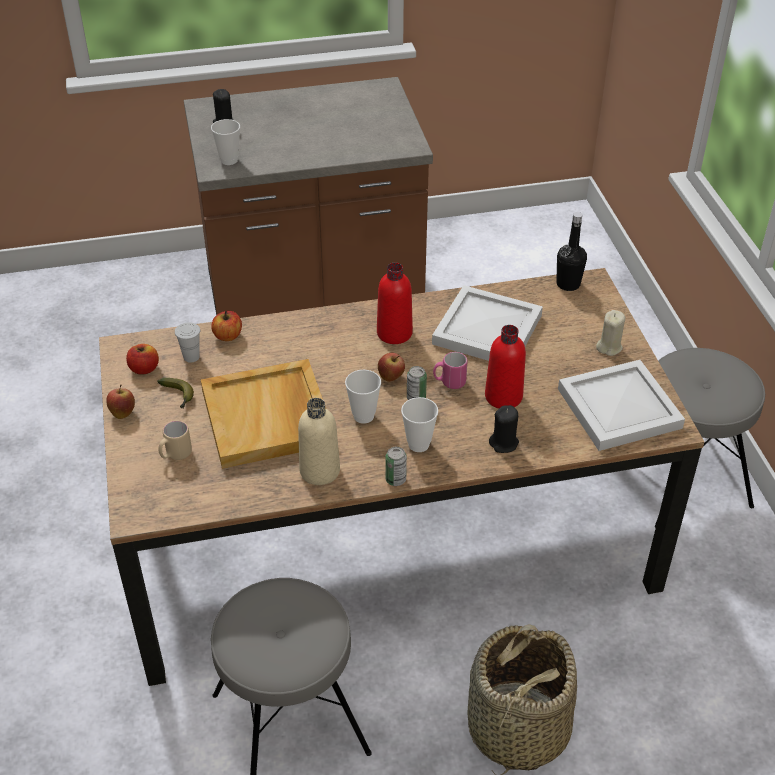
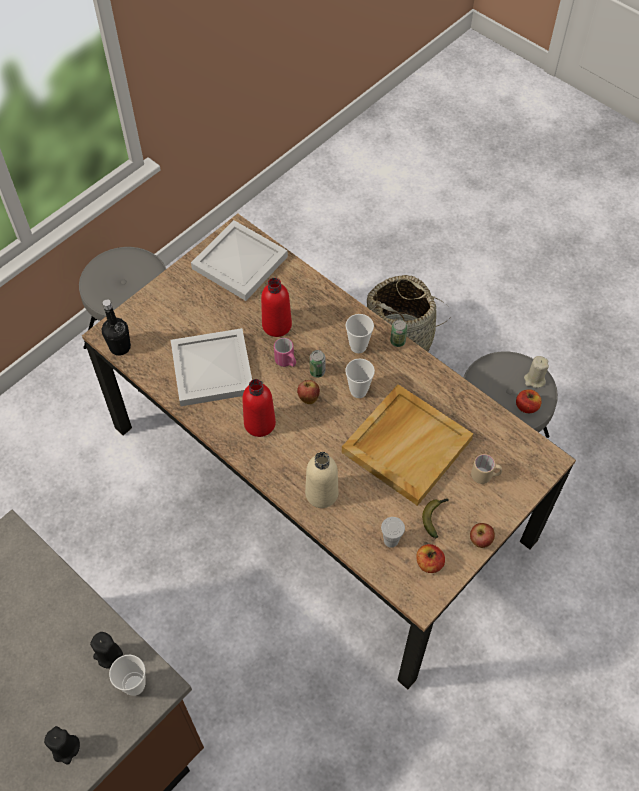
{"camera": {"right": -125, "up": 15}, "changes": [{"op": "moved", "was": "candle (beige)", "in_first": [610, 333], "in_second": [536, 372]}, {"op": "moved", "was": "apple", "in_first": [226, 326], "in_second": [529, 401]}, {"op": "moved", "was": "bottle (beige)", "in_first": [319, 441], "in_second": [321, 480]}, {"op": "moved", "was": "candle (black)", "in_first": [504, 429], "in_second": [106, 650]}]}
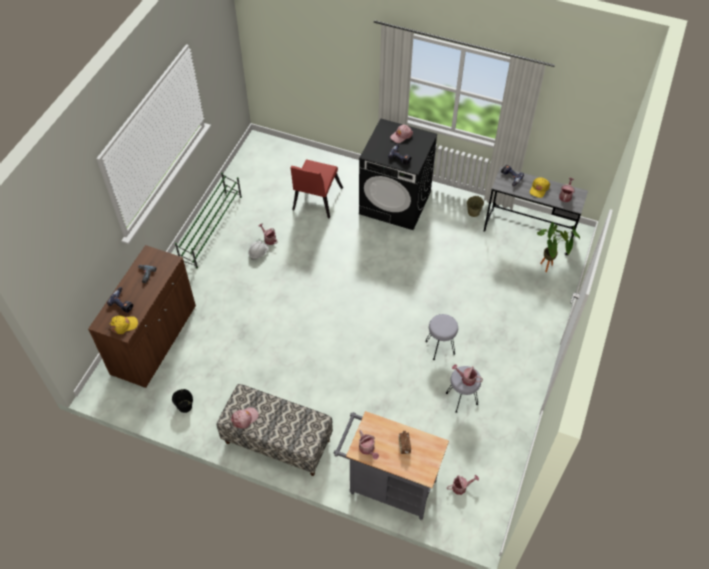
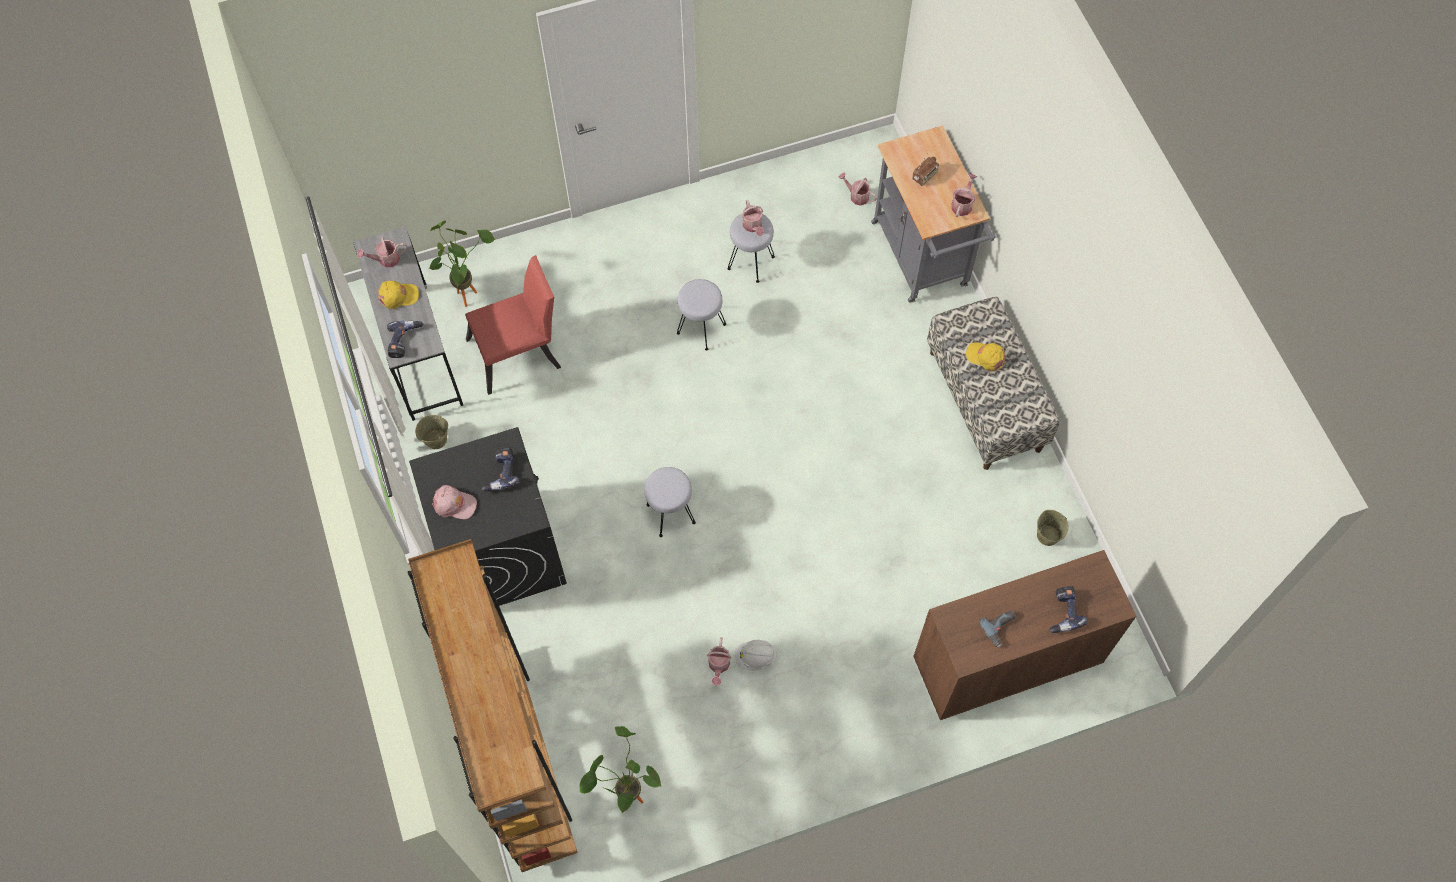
{"camera": {"right": -130, "up": 10}, "changes": [{"op": "moved", "was": "chair (red)", "in_first": [316, 188], "in_second": [513, 325]}, {"op": "removed", "was": "shoe rack (green)", "in_first": [208, 220]}, {"op": "moved", "was": "cap (yellow)", "in_first": [124, 325], "in_second": [986, 357]}, {"op": "recoloured", "was": "bucket (black)", "now": "bucket (beige)", "in_first": [182, 401], "in_second": [1053, 528]}, {"op": "removed", "was": "cap (pink)", "in_first": [245, 418]}, {"op": "added", "now": "stool (grey)", "in_second": [670, 502]}, {"op": "added", "now": "bookcase (brown)", "in_second": [493, 705]}, {"op": "added", "now": "potted plant", "in_second": [620, 769]}]}
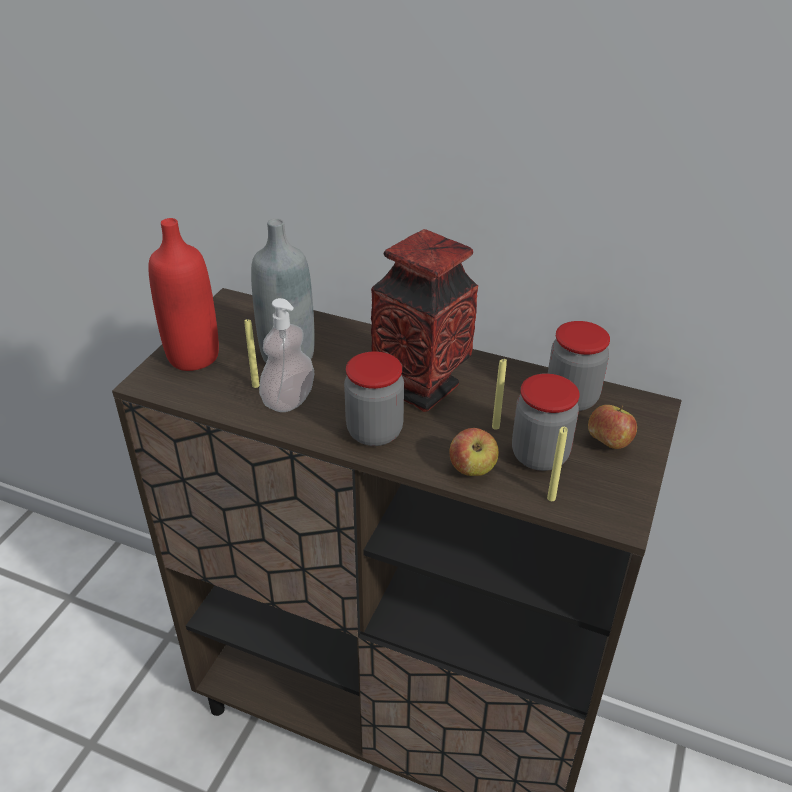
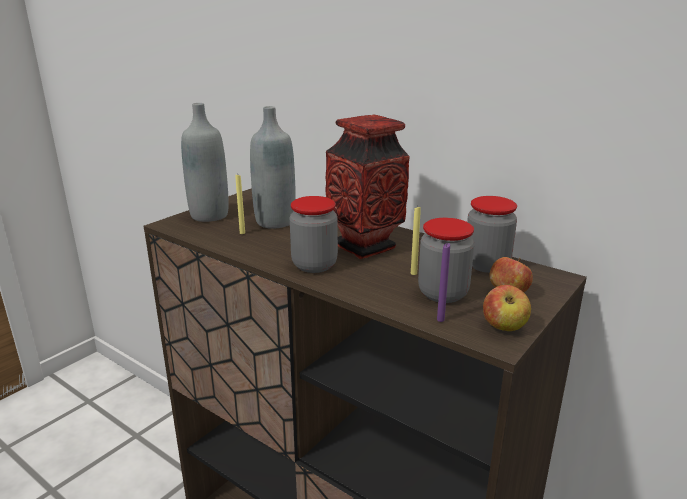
{"camera": {"right": 15, "up": -15}, "changes": [{"op": "recoloured", "was": "bottle (red)", "now": "bottle (grey)", "in_first": [183, 294], "in_second": [205, 162]}, {"op": "removed", "was": "soap dispenser", "in_first": [287, 355]}, {"op": "recoloured", "was": "candle (yellow)", "now": "candle (purple)", "in_first": [557, 464], "in_second": [443, 282]}, {"op": "moved", "was": "apple", "in_first": [474, 452], "in_second": [507, 308]}]}
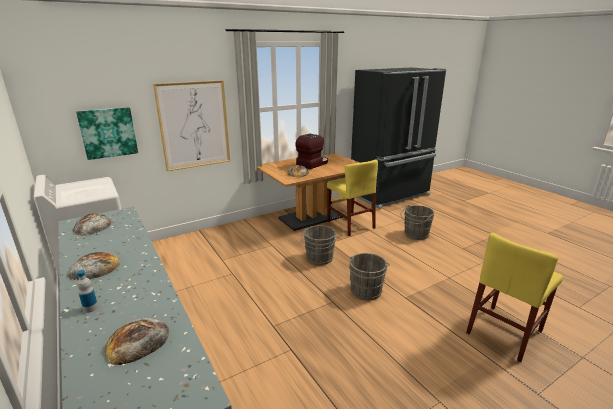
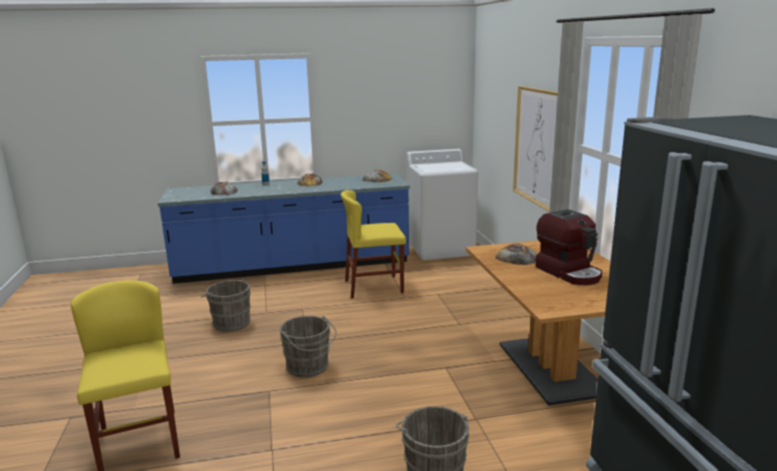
{"camera": {"right": 110, "up": -5}, "changes": [{"op": "removed", "was": "picture", "in_first": [107, 133]}, {"op": "moved", "was": "chair (yellow)", "in_first": [352, 198], "in_second": [373, 244]}, {"op": "moved", "was": "bucket (grey)", "in_first": [319, 245], "in_second": [226, 305]}]}
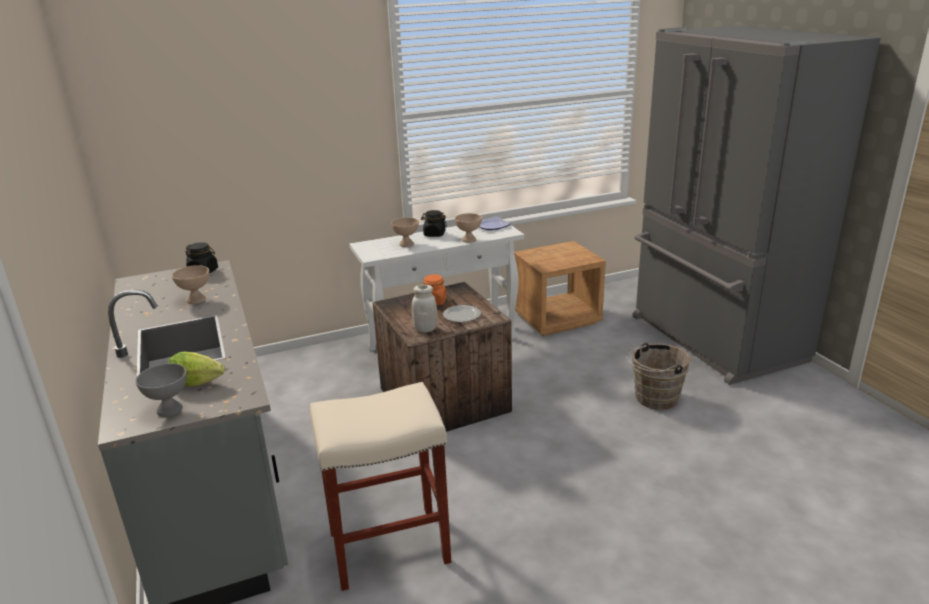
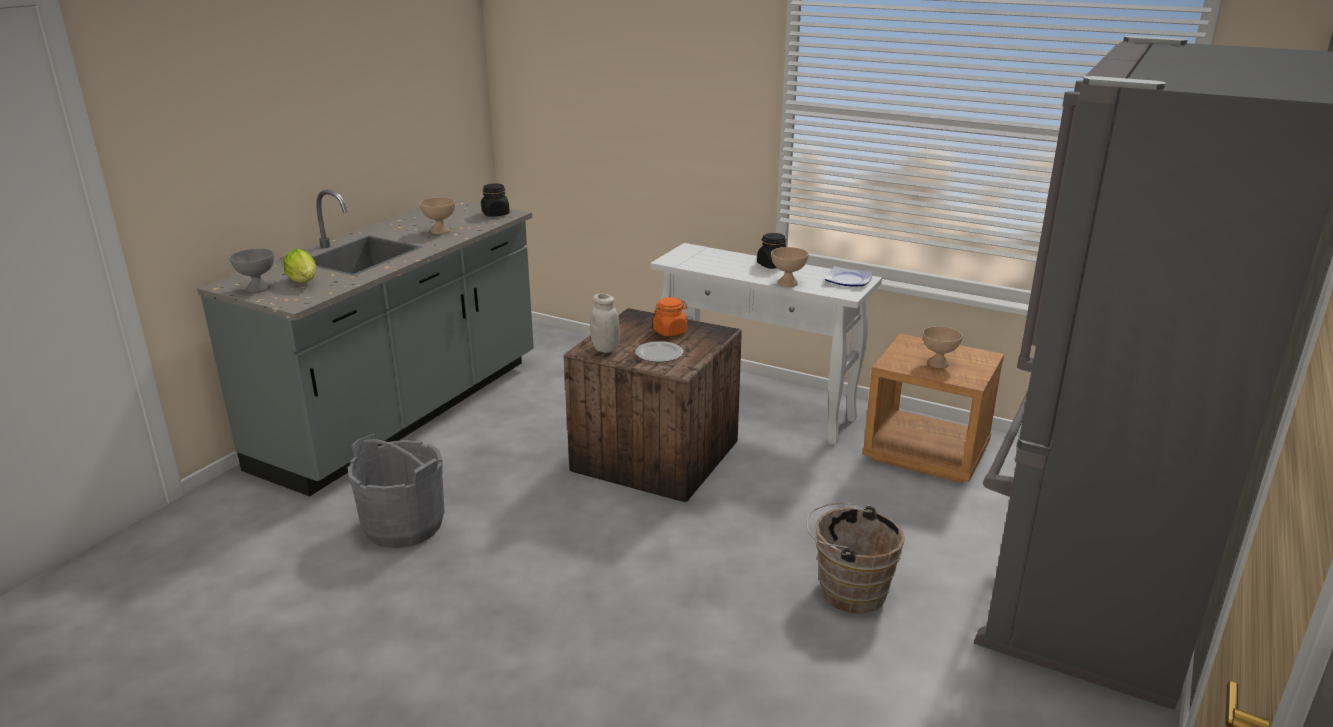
{"camera": {"right": 50, "up": 0}, "changes": [{"op": "moved", "was": "bowl (beige)", "in_first": [405, 232], "in_second": [943, 347]}, {"op": "replaced", "was": "stool (beige)", "now": "bucket (grey)", "in_first": [380, 486], "in_second": [396, 491]}]}
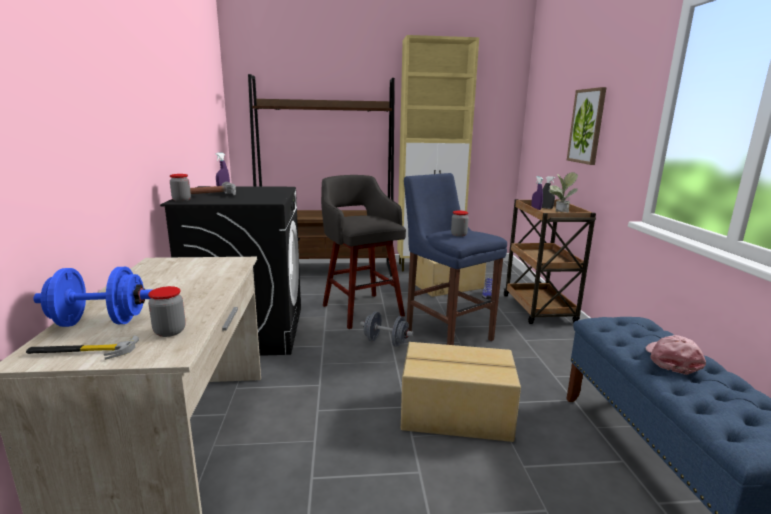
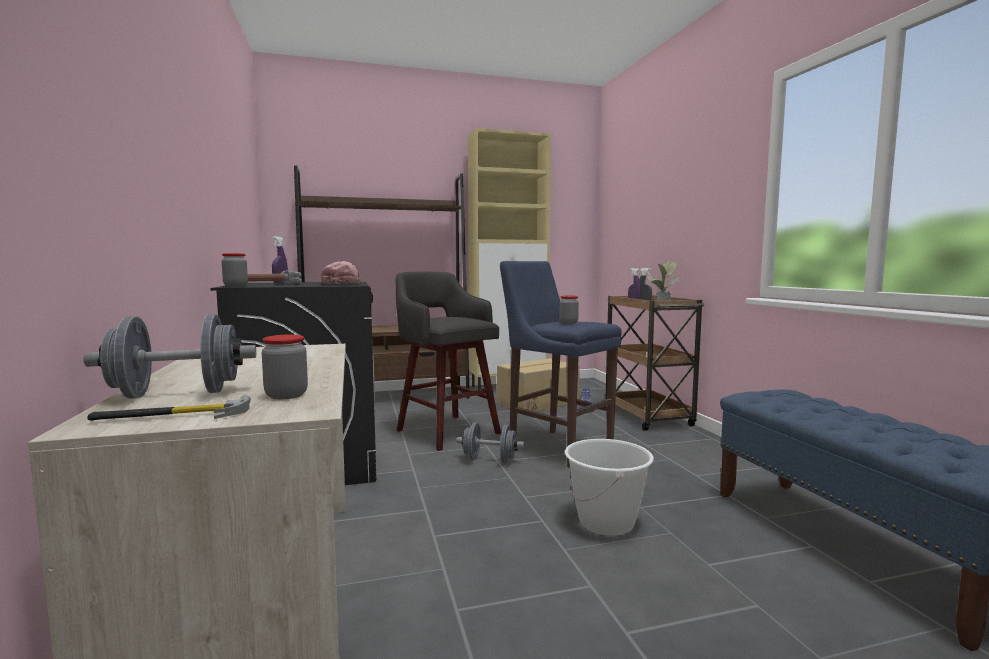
{"camera": {"right": -10, "up": -10}, "changes": [{"op": "removed", "was": "picture", "in_first": [587, 126]}, {"op": "recoloured", "was": "dumbbell (blue)", "now": "dumbbell (grey)", "in_first": [93, 297], "in_second": [170, 356]}, {"op": "moved", "was": "cap (pink)", "in_first": [675, 355], "in_second": [341, 272]}, {"op": "replaced", "was": "cardboard box", "now": "bucket (white)", "in_first": [461, 392], "in_second": [609, 487]}]}
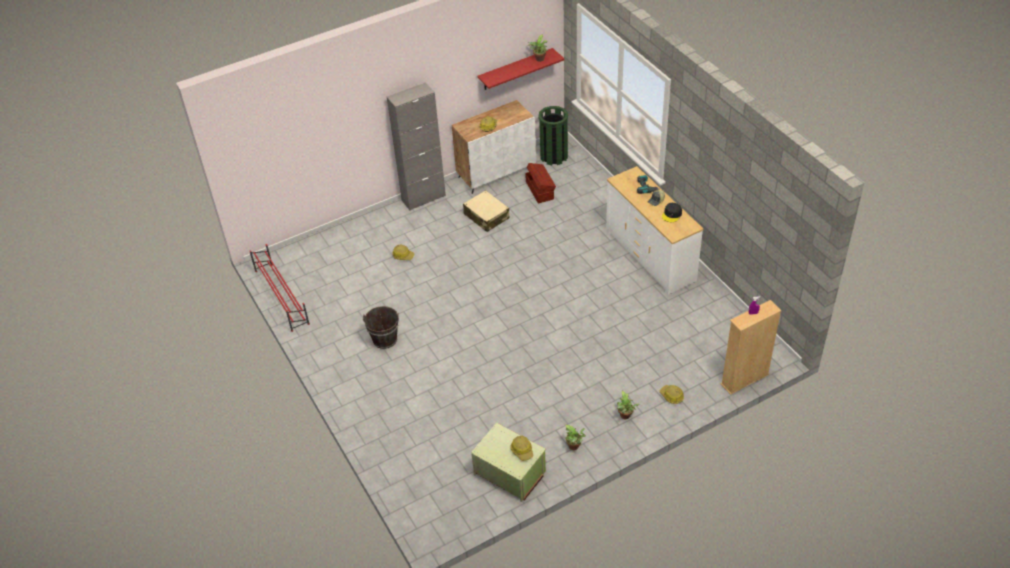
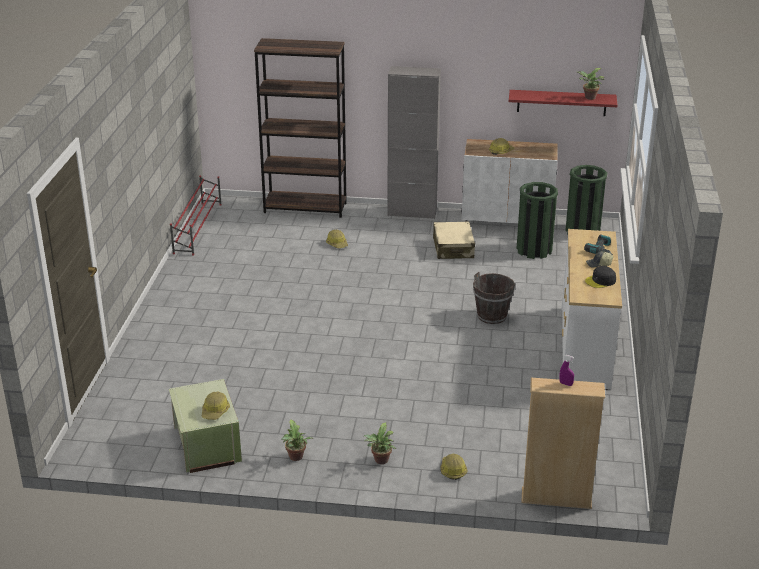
{"camera": {"right": 35, "up": -15}, "changes": [{"op": "replaced", "was": "storage box (brown)", "now": "trash can (green)", "in_first": [540, 183], "in_second": [537, 220]}, {"op": "moved", "was": "bucket (brown)", "in_first": [381, 327], "in_second": [494, 298]}, {"op": "added", "now": "bookcase (brown)", "in_second": [300, 128]}]}
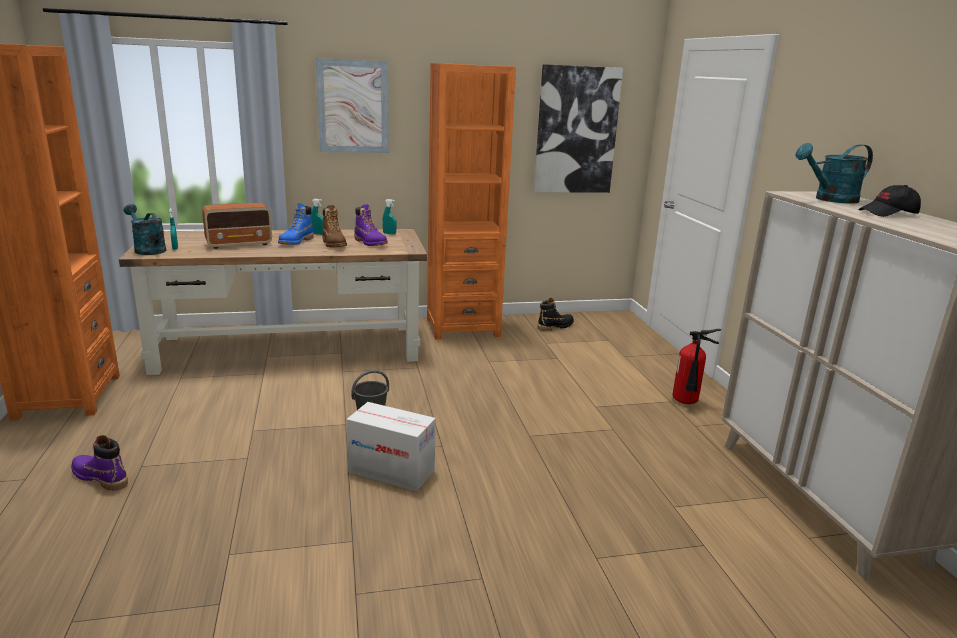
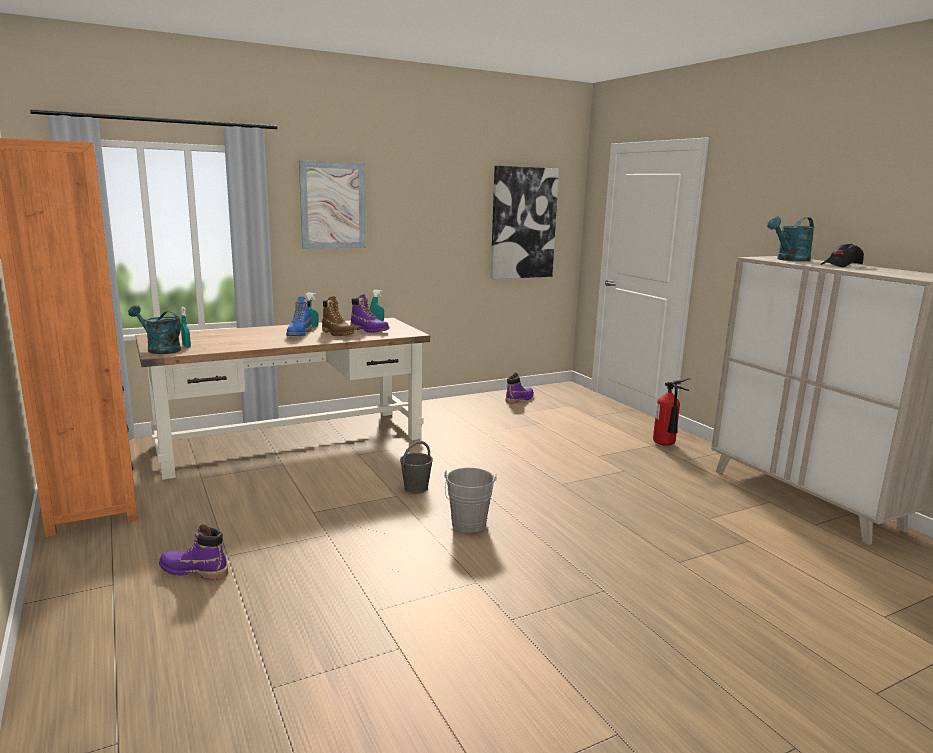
{"camera": {"right": -15, "up": -5}, "changes": [{"op": "removed", "was": "bookcase (orange)", "in_first": [471, 201]}, {"op": "removed", "was": "radio", "in_first": [237, 226]}, {"op": "recoloured", "was": "boot (black)", "now": "boot (purple)", "in_first": [555, 314], "in_second": [520, 388]}, {"op": "replaced", "was": "cardboard box", "now": "bucket (grey)", "in_first": [391, 447], "in_second": [470, 500]}]}
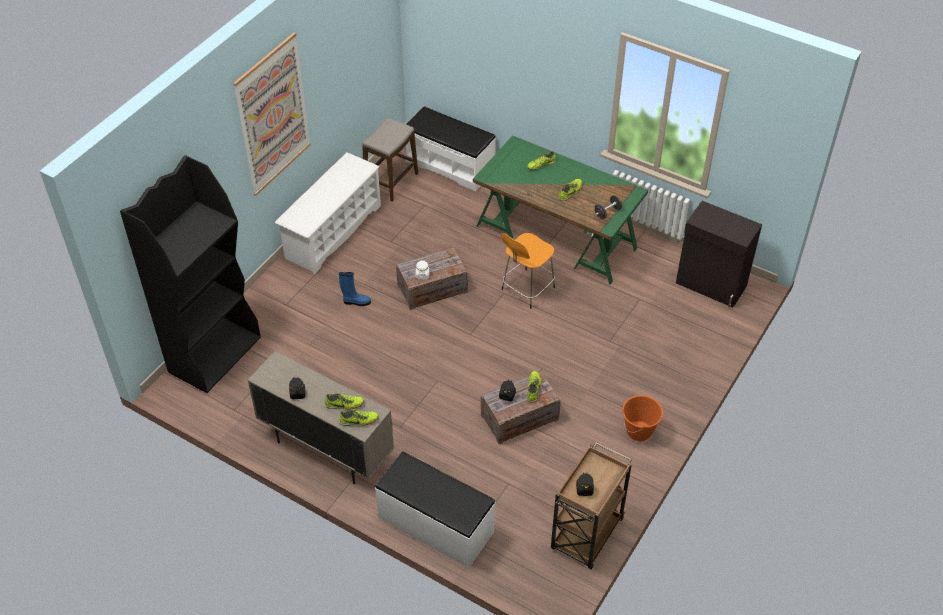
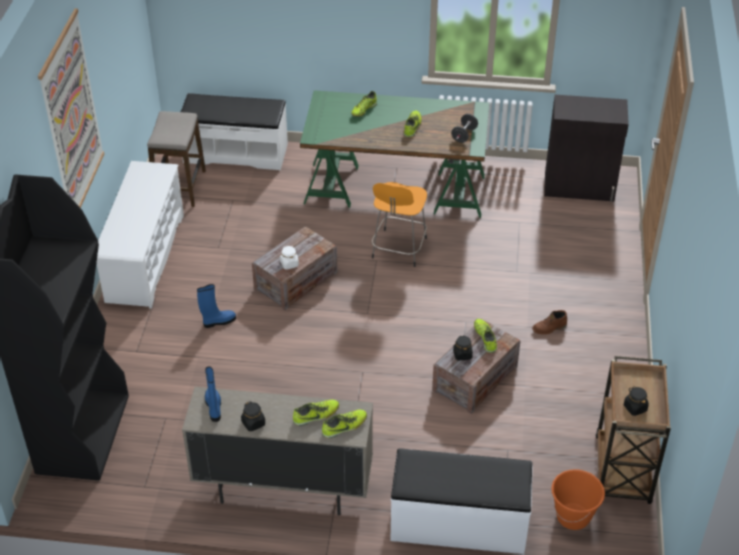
{"camera": {"right": -25, "up": -5}, "changes": [{"op": "moved", "was": "bucket (orange)", "in_first": [642, 418], "in_second": [578, 500]}, {"op": "added", "now": "boot (brown)", "in_second": [549, 322]}, {"op": "added", "now": "boot (blue)", "in_second": [213, 394]}]}
